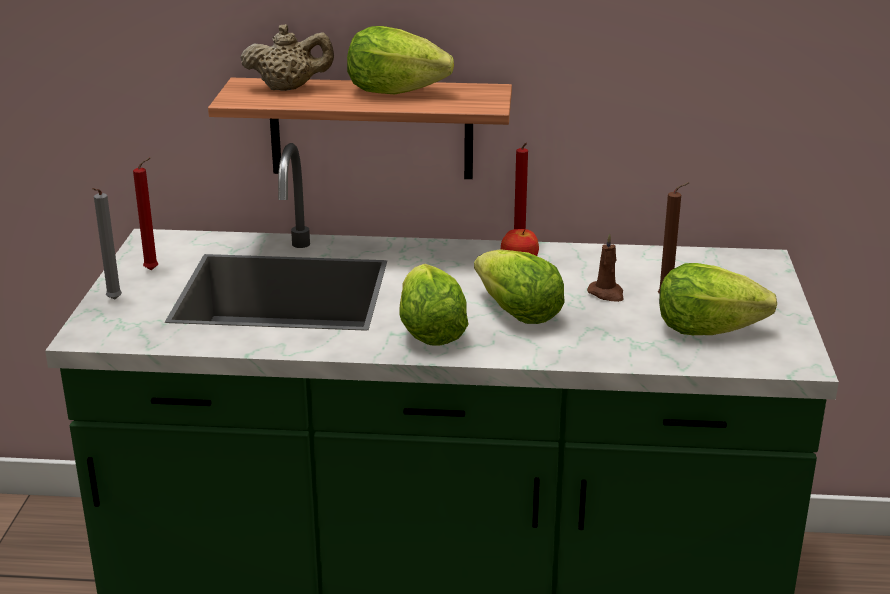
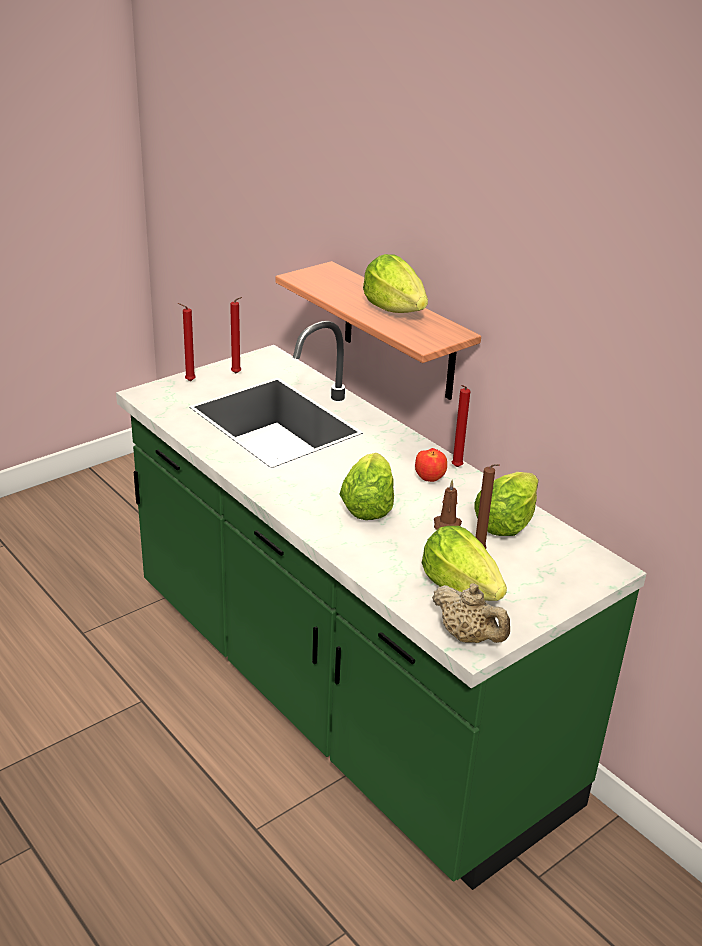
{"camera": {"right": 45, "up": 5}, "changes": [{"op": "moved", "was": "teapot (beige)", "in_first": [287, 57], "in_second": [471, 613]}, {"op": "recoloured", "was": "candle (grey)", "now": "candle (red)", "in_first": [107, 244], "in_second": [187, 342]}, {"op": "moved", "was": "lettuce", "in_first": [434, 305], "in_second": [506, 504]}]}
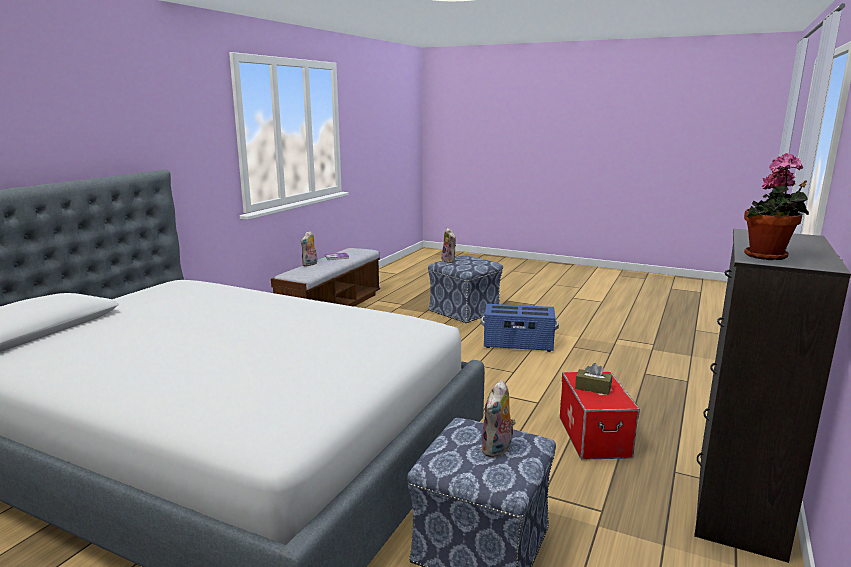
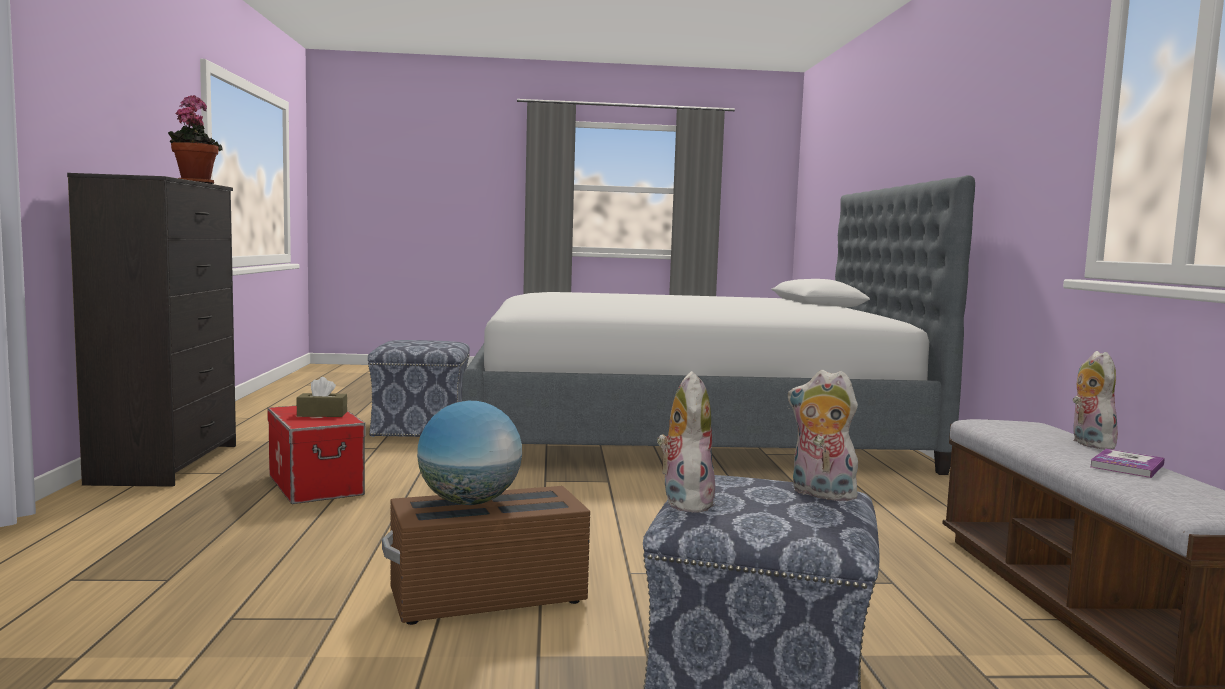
{"camera": {"right": 150, "up": -10}, "changes": [{"op": "recoloured", "was": "storage box (blue)", "now": "storage box (brown)", "in_first": [520, 328], "in_second": [486, 555]}, {"op": "moved", "was": "plush toy", "in_first": [498, 419], "in_second": [686, 442]}, {"op": "added", "now": "globe", "in_second": [469, 453]}]}
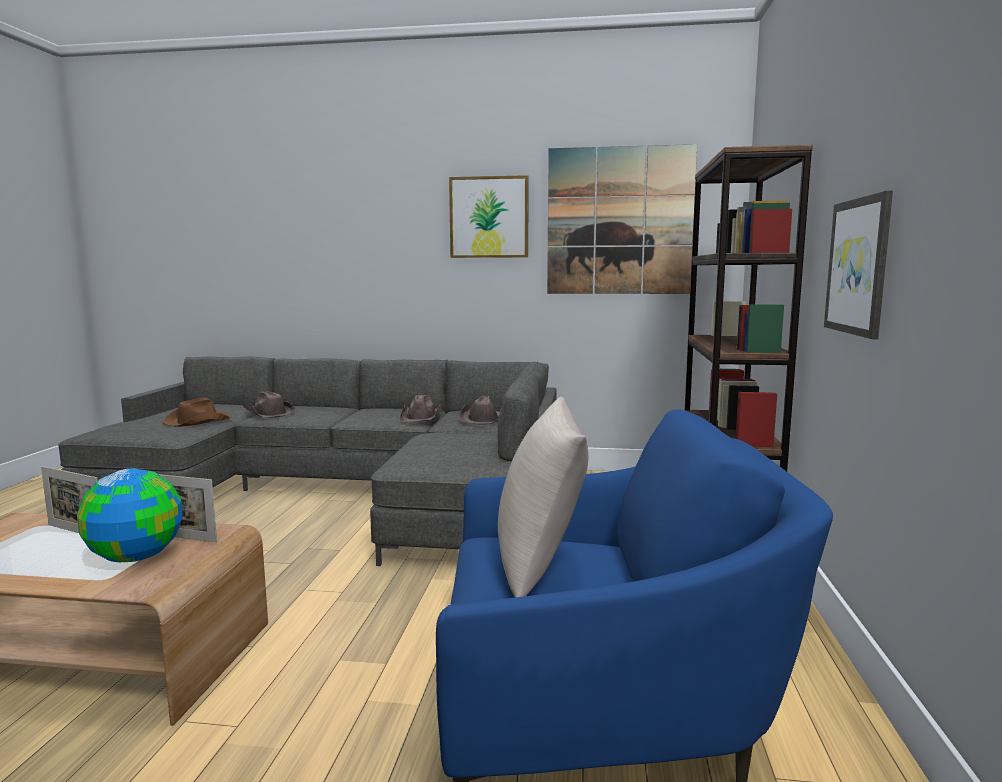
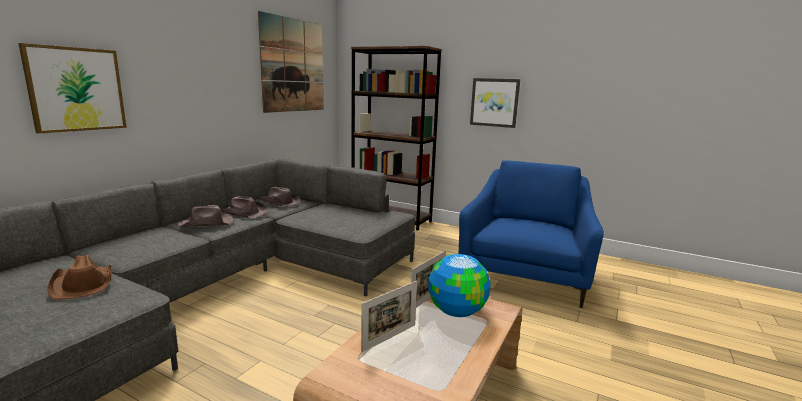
{"camera": {"right": -70, "up": 5}, "changes": [{"op": "moved", "was": "picture", "in_first": [489, 216], "in_second": [73, 88]}, {"op": "moved", "was": "hat (brown)", "in_first": [269, 404], "in_second": [206, 216]}, {"op": "removed", "was": "pillow (beige)", "in_first": [543, 497]}]}
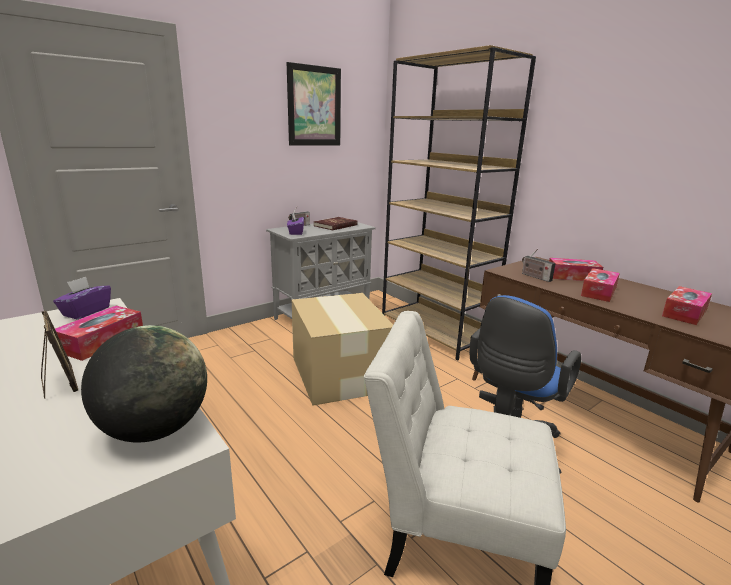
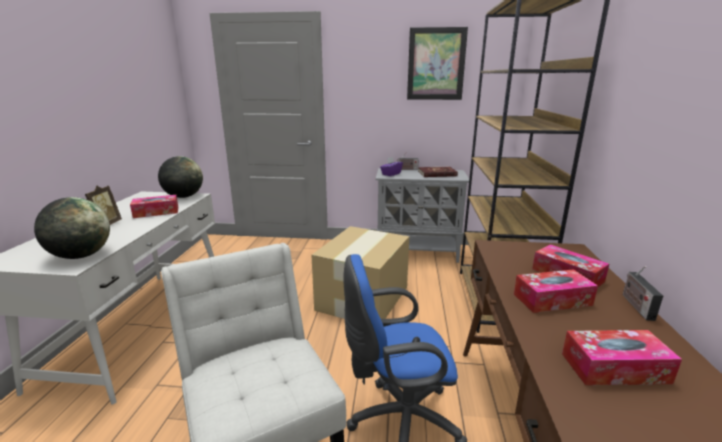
{"camera": {"right": 45, "up": 0}, "changes": [{"op": "moved", "was": "radio", "in_first": [539, 265], "in_second": [643, 293]}, {"op": "replaced", "was": "tissue box (purple)", "now": "globe", "in_first": [82, 298], "in_second": [180, 177]}]}
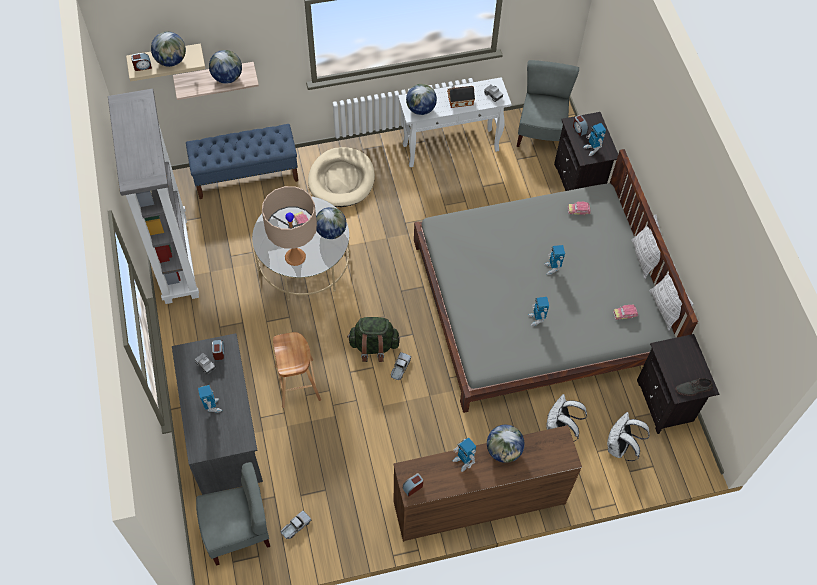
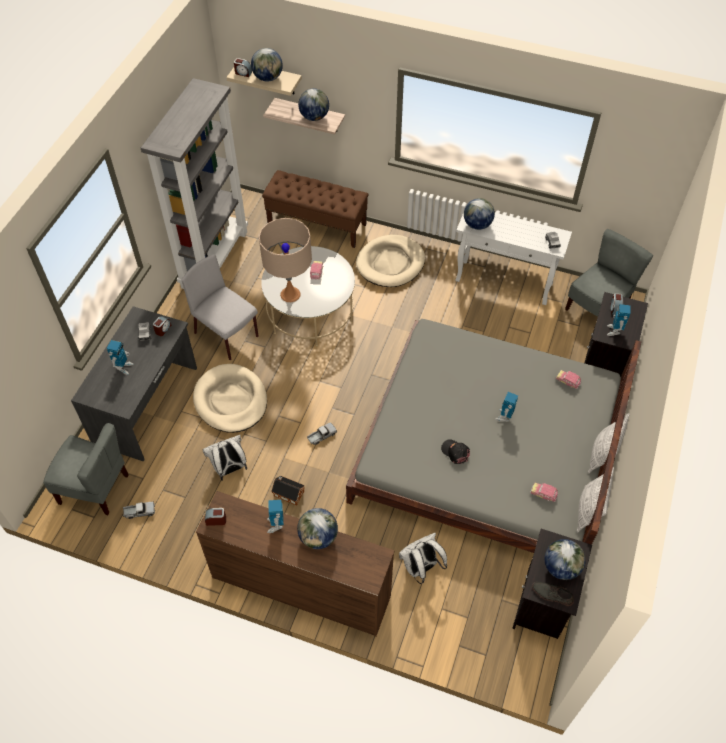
{"camera": {"right": 35, "up": -5}, "changes": [{"op": "moved", "was": "toy house", "in_first": [461, 97], "in_second": [288, 491]}, {"op": "recoloured", "was": "bench (blue)", "now": "bench (brown)", "in_first": [242, 161], "in_second": [315, 209]}, {"op": "moved", "was": "globe", "in_first": [331, 223], "in_second": [565, 559]}, {"op": "replaced", "was": "toy robot", "now": "cap (black)", "in_first": [538, 311], "in_second": [455, 452]}, {"op": "removed", "was": "backpack (green)", "in_first": [373, 339]}, {"op": "replaced", "was": "stool (brown)", "now": "dog bed (beige)", "in_first": [297, 370], "in_second": [230, 398]}, {"op": "moved", "was": "backpack (white)", "in_first": [628, 436], "in_second": [225, 458]}, {"op": "added", "now": "chair (grey)", "in_second": [220, 307]}]}
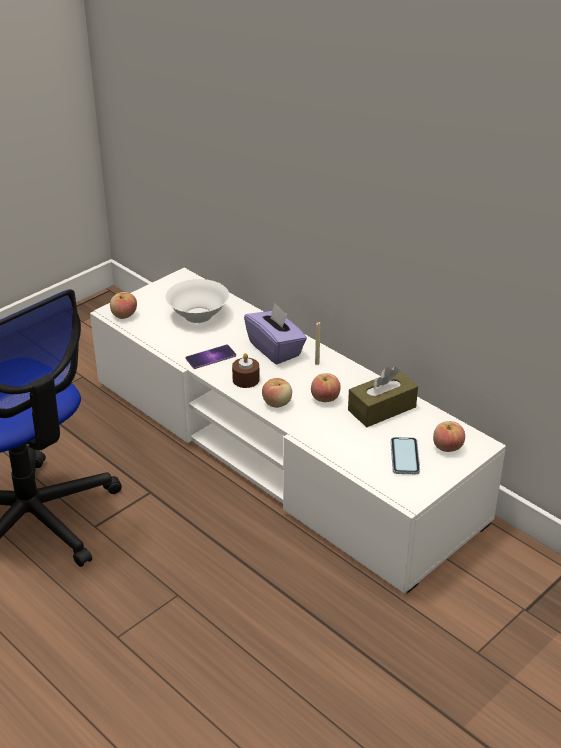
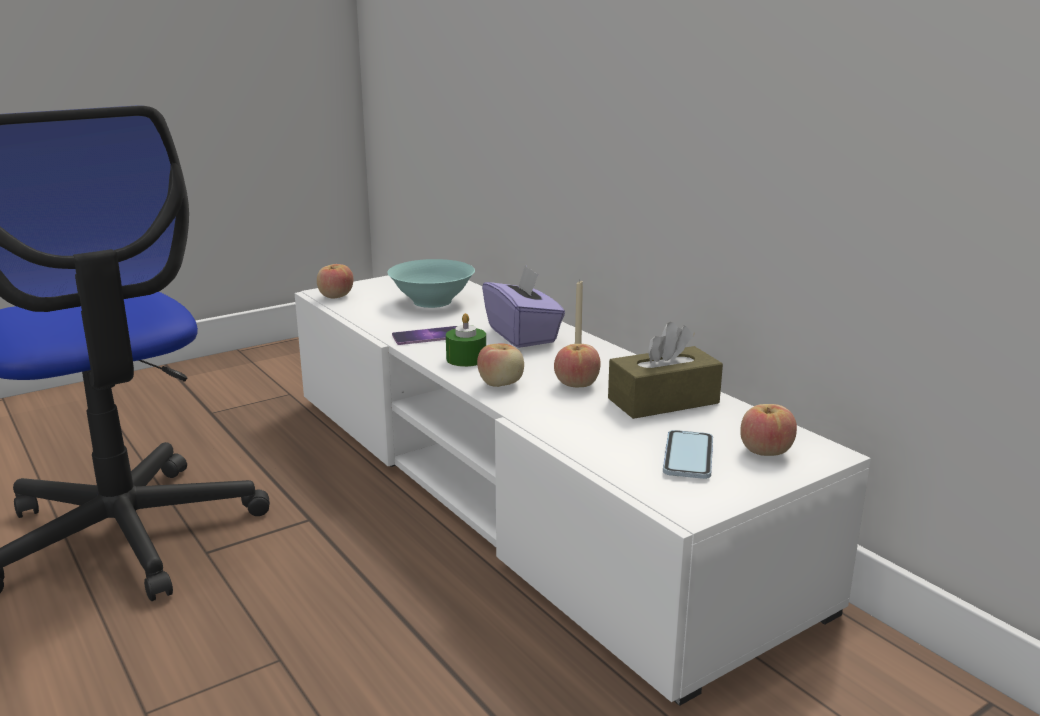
{"camera": {"right": 10, "up": -15}, "changes": [{"op": "recoloured", "was": "bowl (white)", "now": "bowl (turquoise)", "in_first": [197, 301], "in_second": [431, 283]}, {"op": "recoloured", "was": "candle (brown)", "now": "candle (green)", "in_first": [246, 370], "in_second": [466, 340]}]}
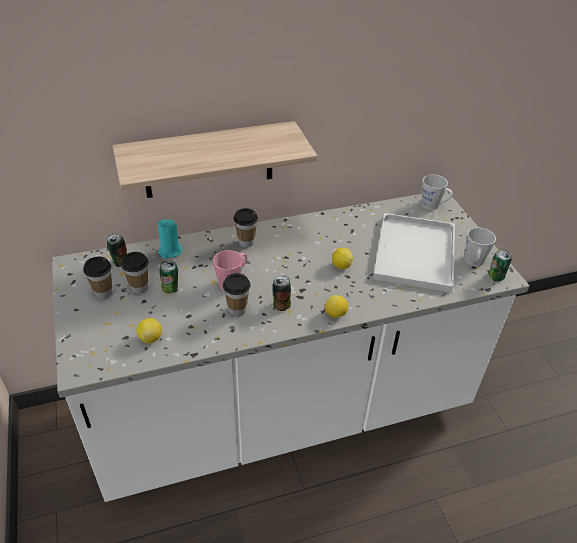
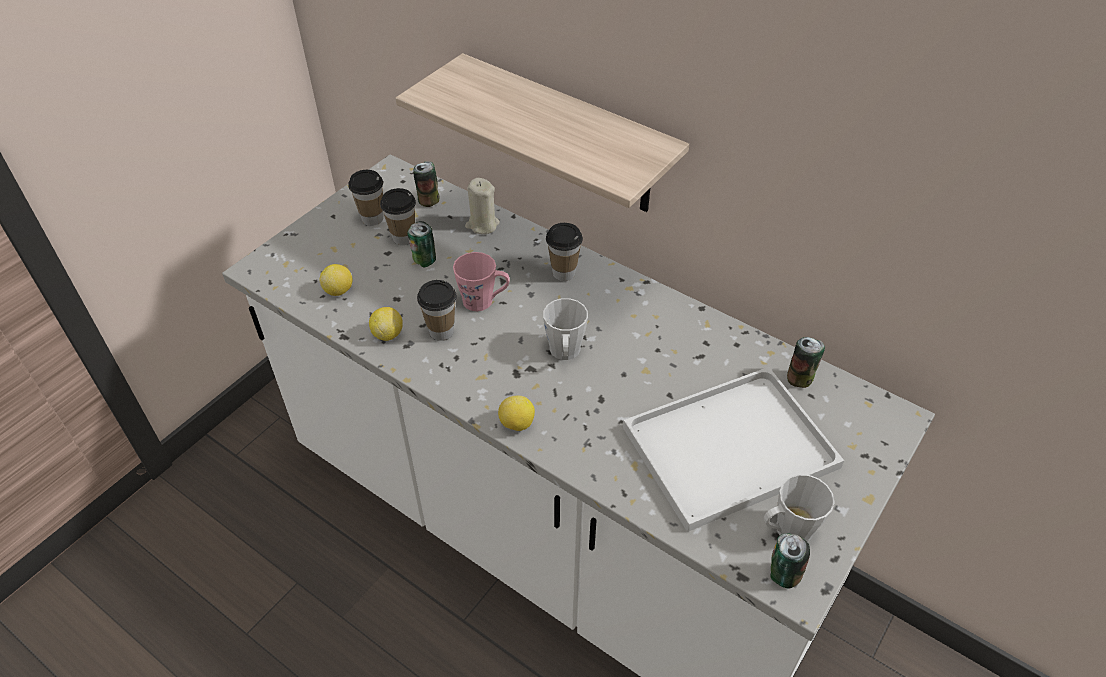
{"camera": {"right": 55, "up": 5}, "changes": [{"op": "moved", "was": "mug (grey)", "in_first": [437, 192], "in_second": [565, 329]}, {"op": "recoloured", "was": "candle (turquoise)", "now": "candle (beige)", "in_first": [170, 239], "in_second": [482, 206]}, {"op": "moved", "was": "lemon", "in_first": [342, 258], "in_second": [386, 324]}, {"op": "moved", "was": "can", "in_first": [282, 293], "in_second": [806, 362]}]}
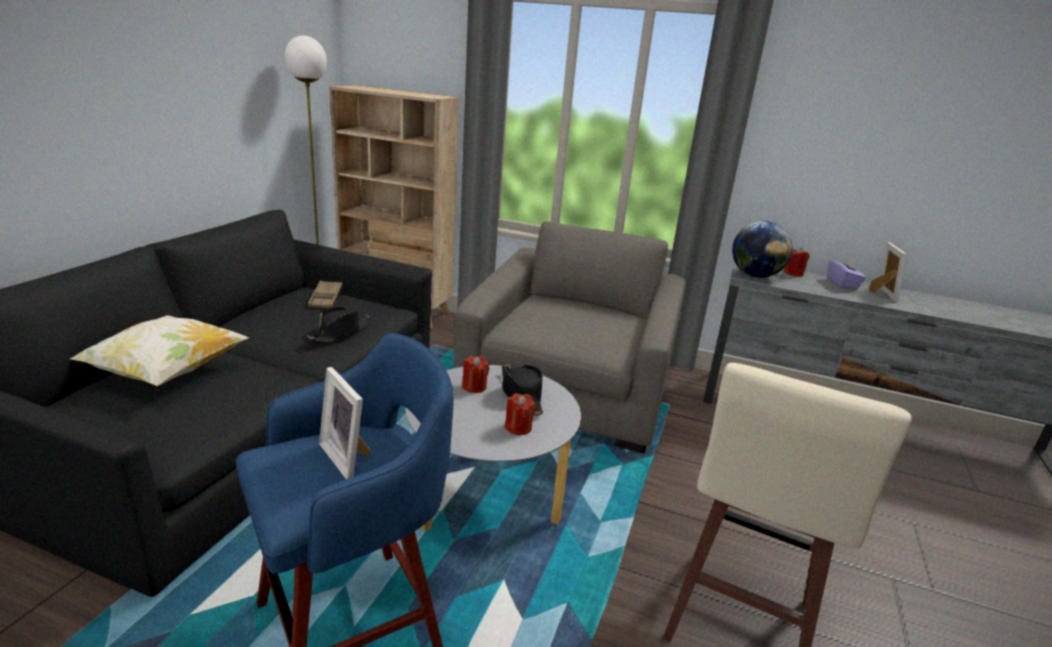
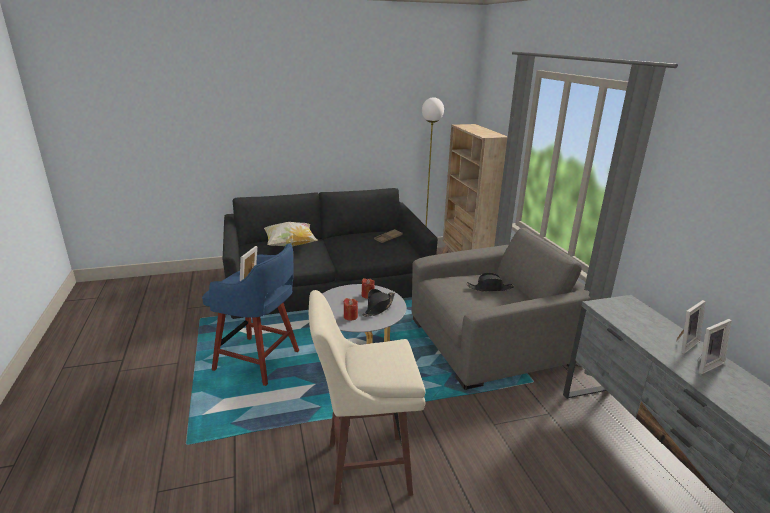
{"camera": {"right": 55, "up": 0}, "changes": [{"op": "removed", "was": "globe", "in_first": [762, 249]}, {"op": "removed", "was": "candle (red)", "in_first": [796, 262]}, {"op": "replaced", "was": "tissue box (purple)", "now": "picture frame", "in_first": [846, 273], "in_second": [691, 327]}, {"op": "moved", "was": "hat (black)", "in_first": [338, 324], "in_second": [490, 282]}]}
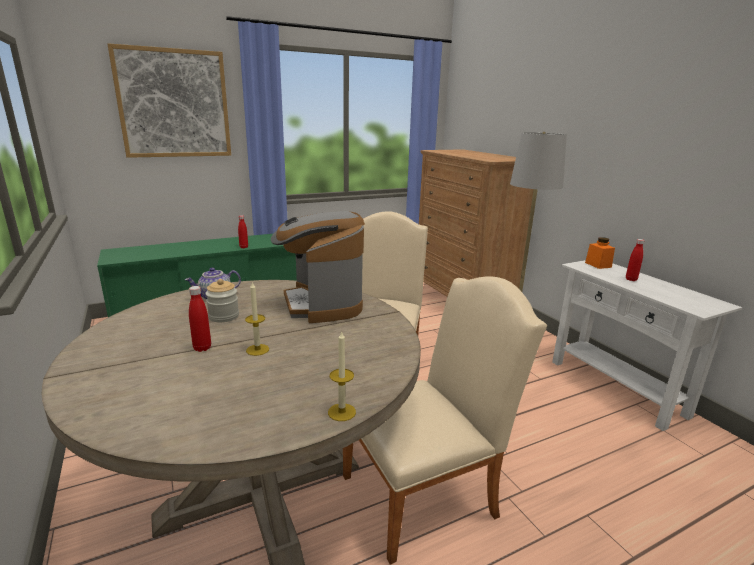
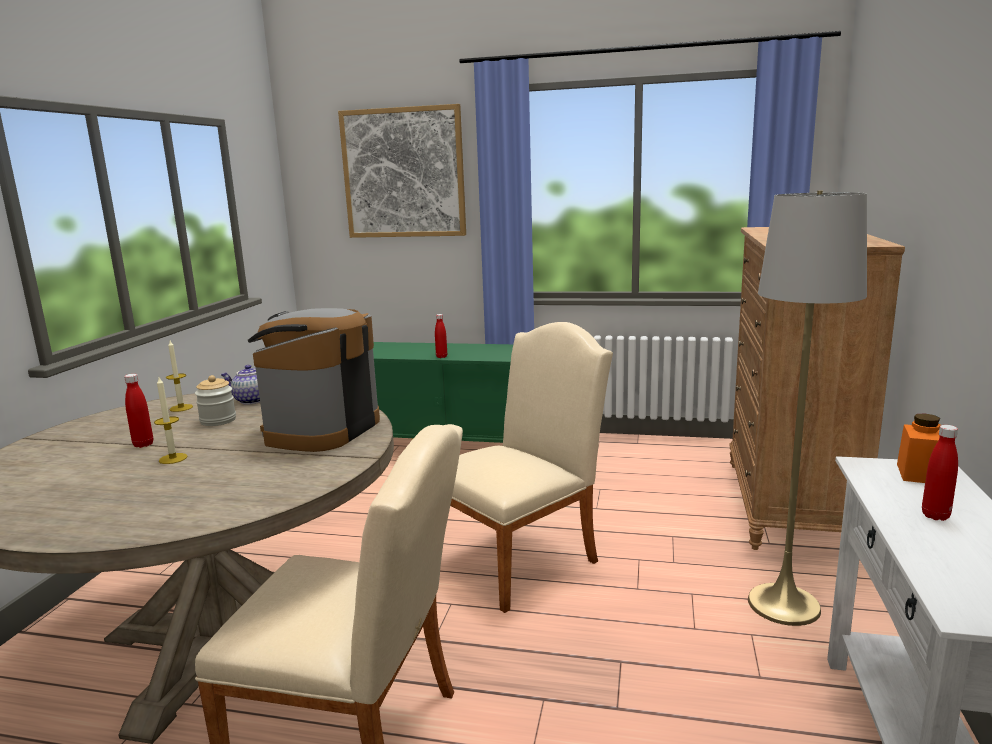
{"camera": {"right": 40, "up": -5}, "changes": [{"op": "moved", "was": "candle", "in_first": [342, 375], "in_second": [179, 376]}]}
